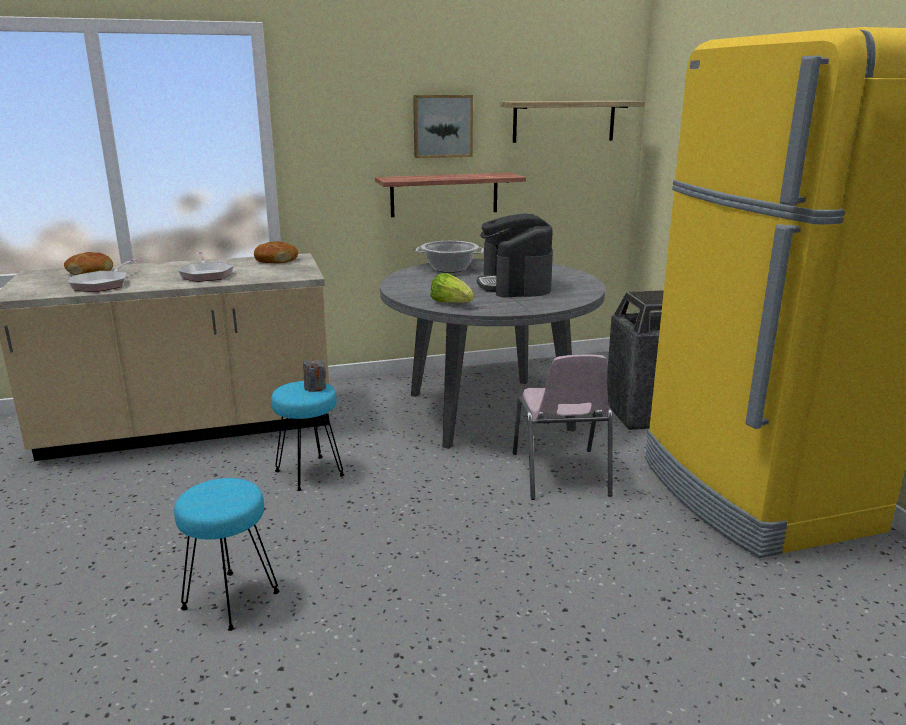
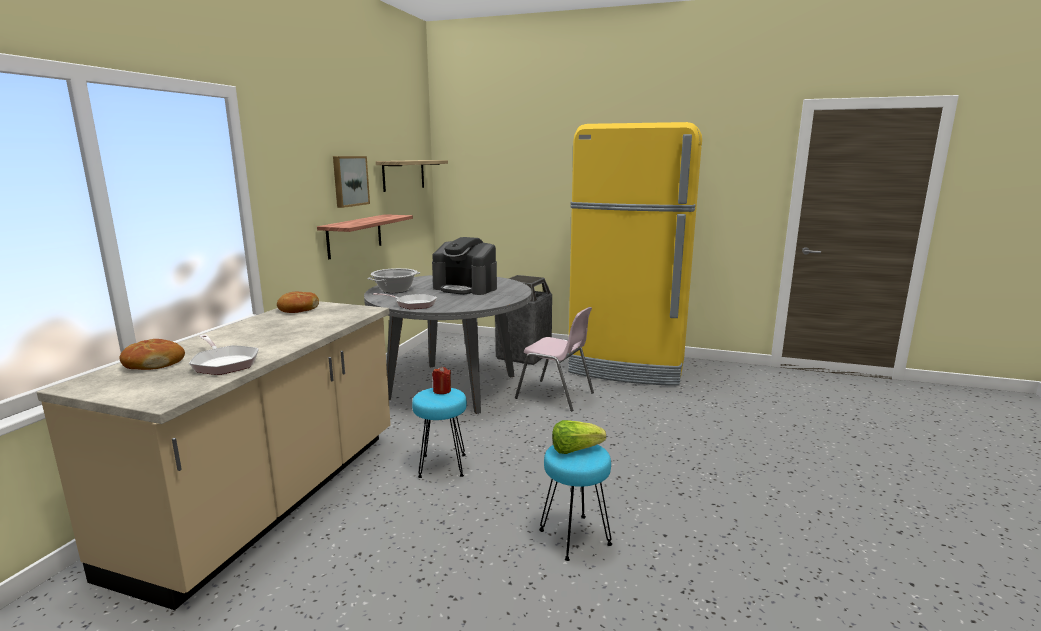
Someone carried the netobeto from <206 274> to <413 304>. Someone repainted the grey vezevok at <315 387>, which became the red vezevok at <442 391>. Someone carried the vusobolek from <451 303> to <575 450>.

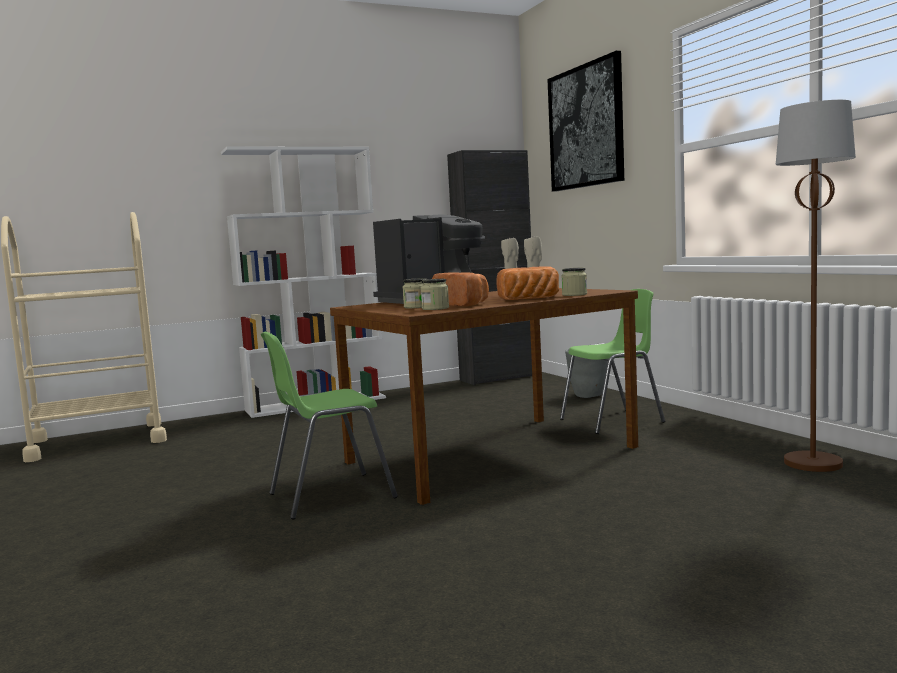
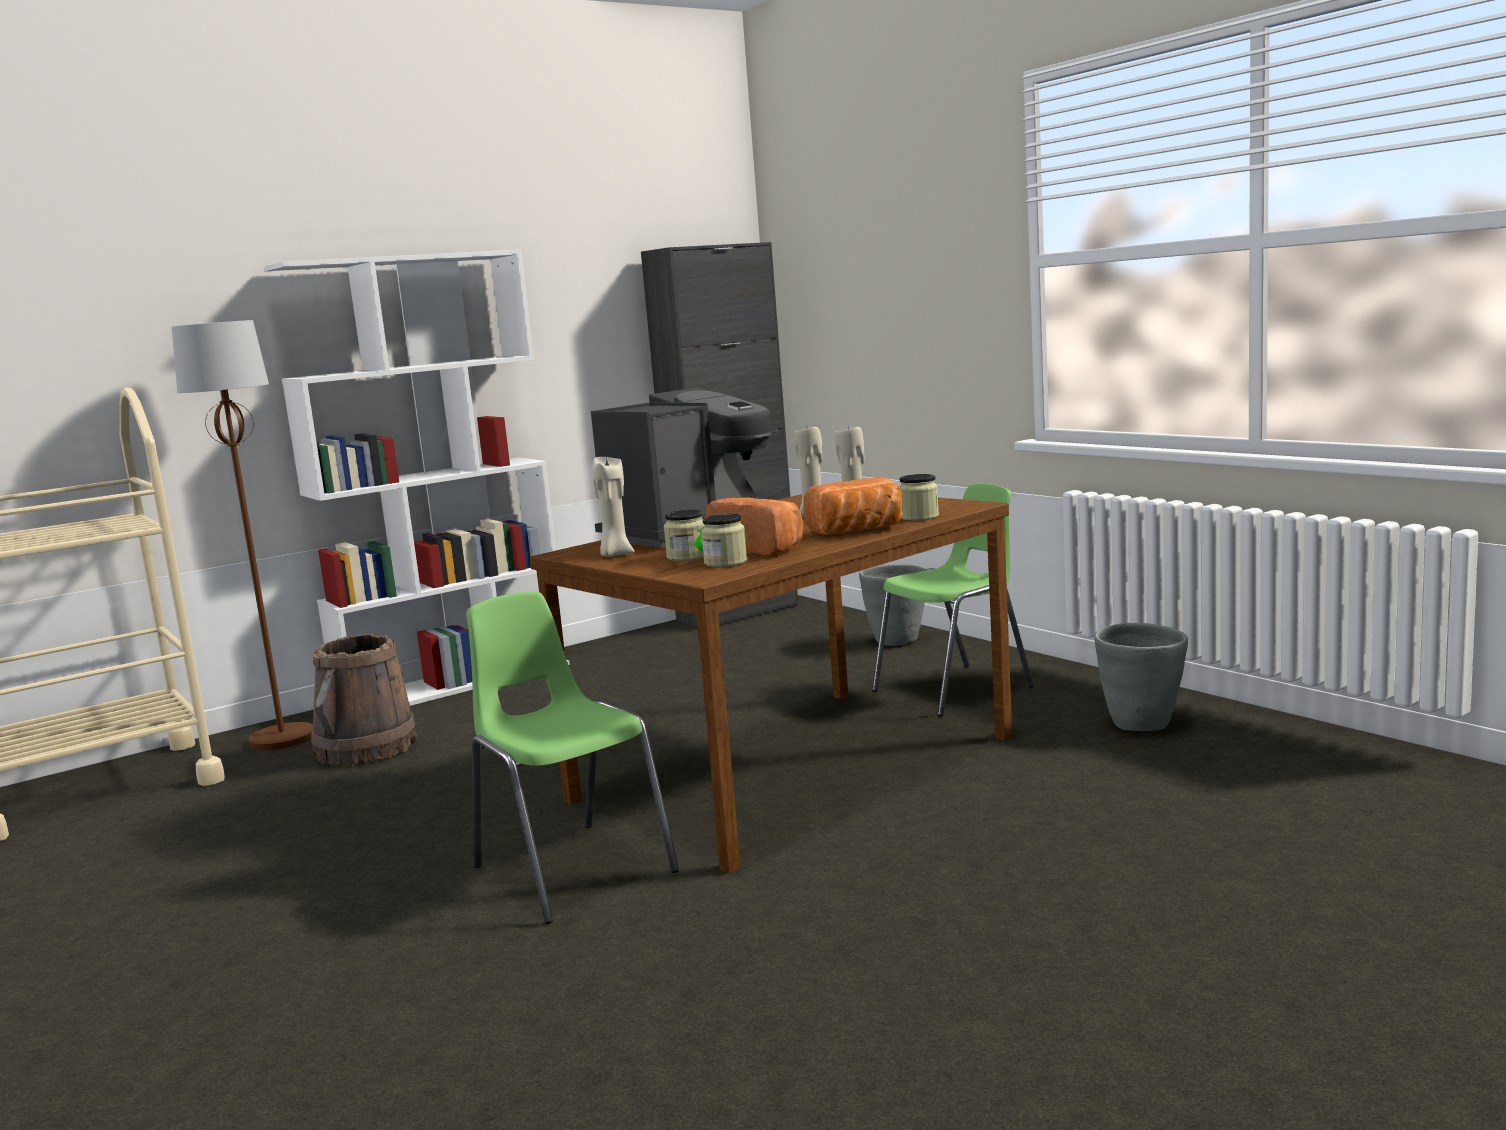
Someone rotated the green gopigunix at <330 496> by 90 degrees clockwise. Someone took away the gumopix at <586 126>. Someone carried the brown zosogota from <813 463> to <282 739>. Someone put down the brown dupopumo at <365 749>. Someone put down the beige vezevok at <615 555>. Someone put down the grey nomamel at <1142 725>.

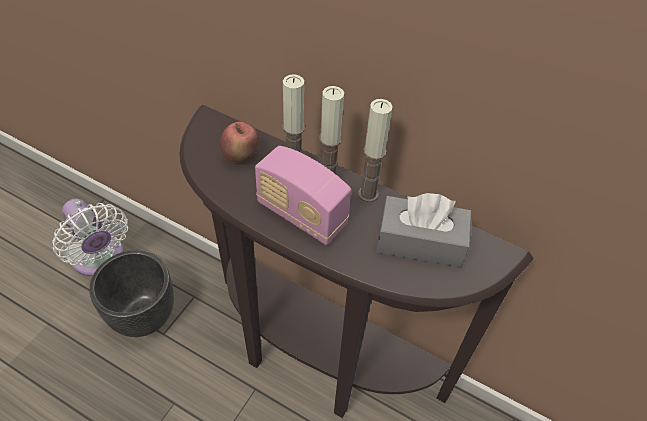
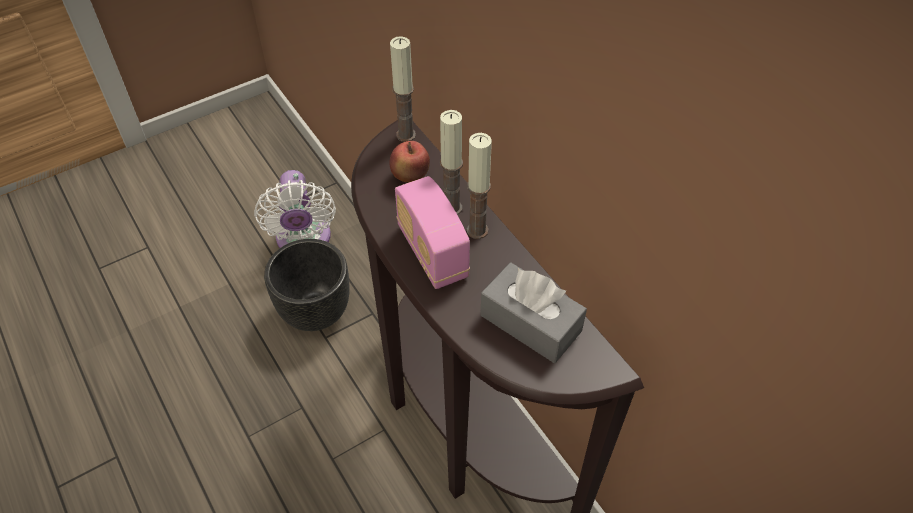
Someone carried the vezevok from <368 194> to <406 135>.

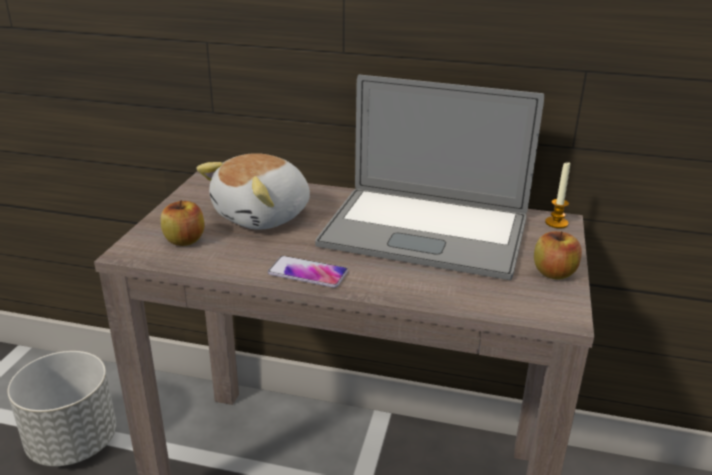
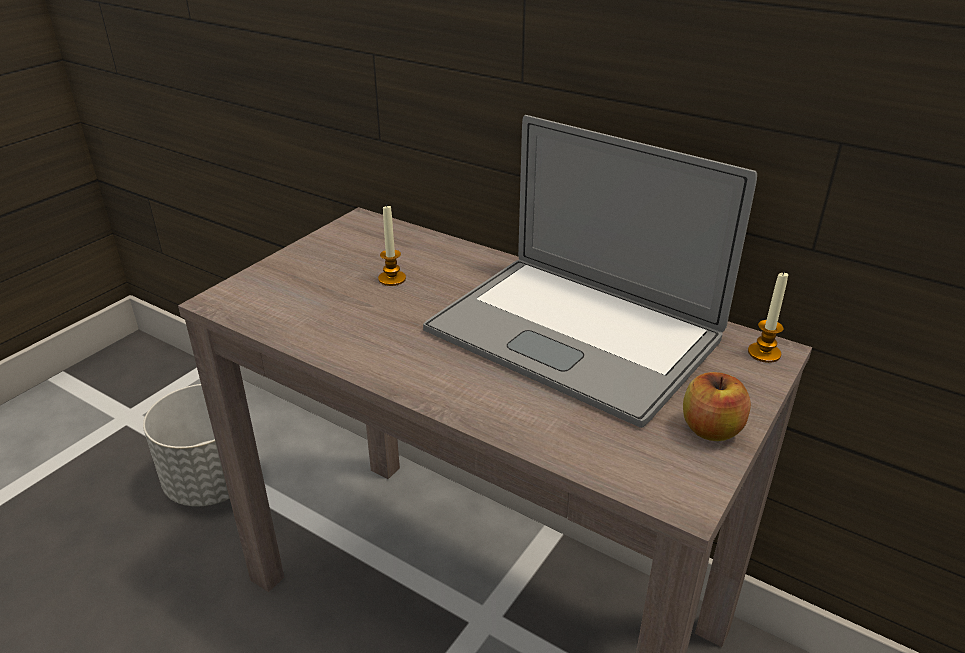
Someone took away the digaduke at <184 240>. Someone swapped the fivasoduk at <264 216> for the vezevok at <392 279>. Someone took away the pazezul at <308 273>.

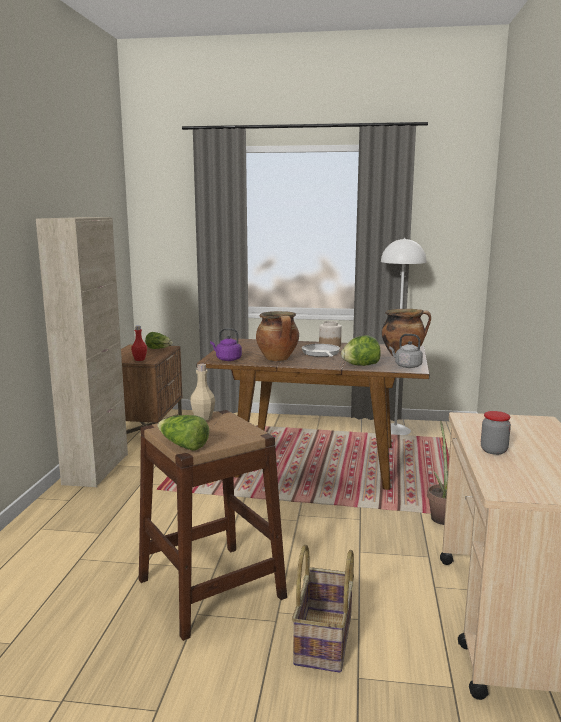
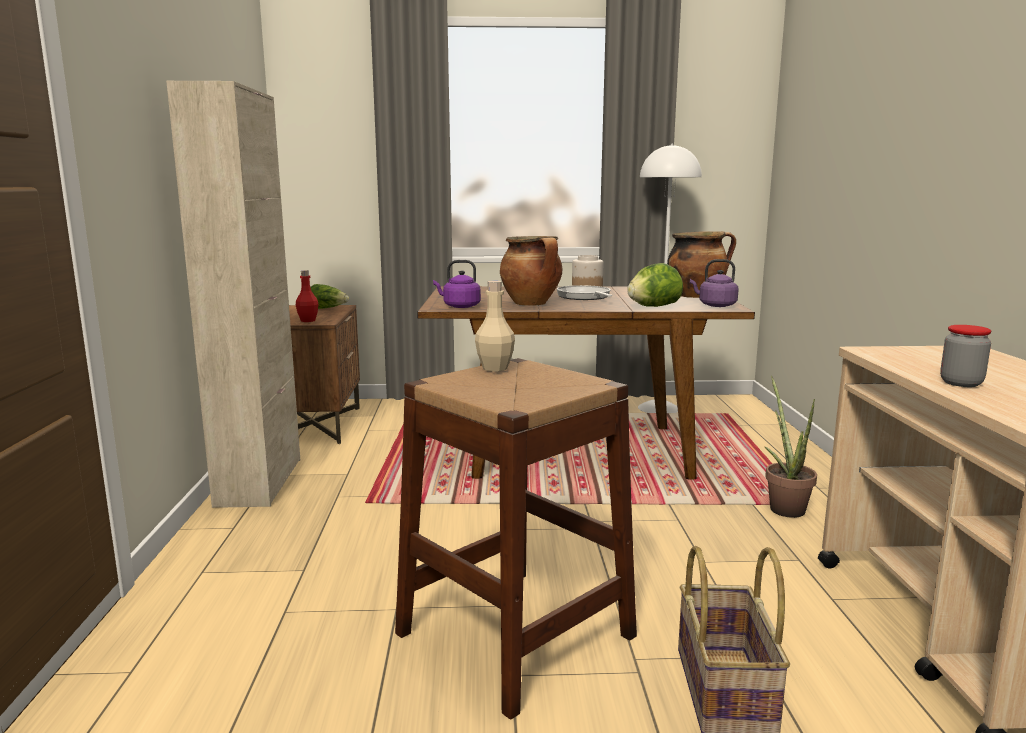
Someone took away the vusobolek at <183 446>. Someone repainted the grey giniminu at <406 366>, which became the purple giniminu at <715 305>.

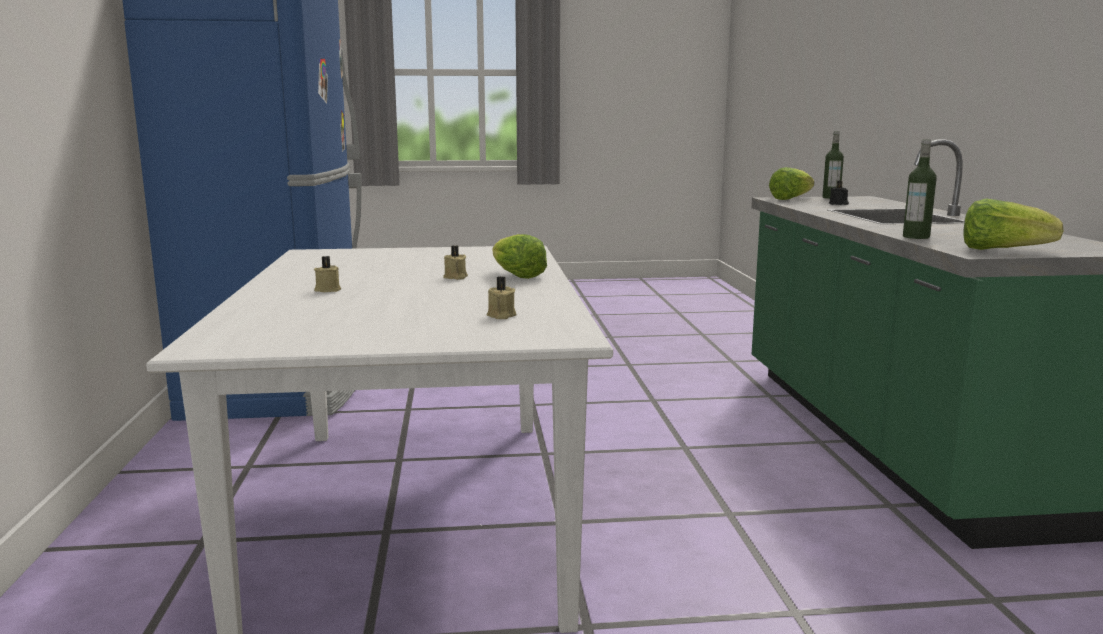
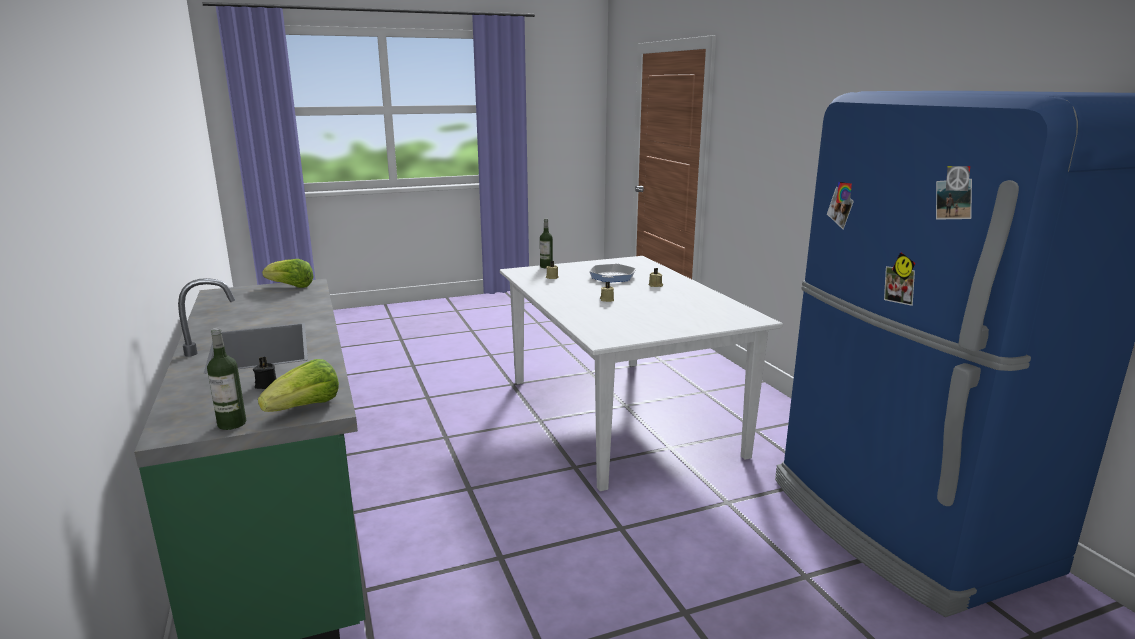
Someone took away the vusobolek at <516 276>. Someone carried the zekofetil from <916 237> to <546 266>. Someone put down the netobeto at <612 277>.

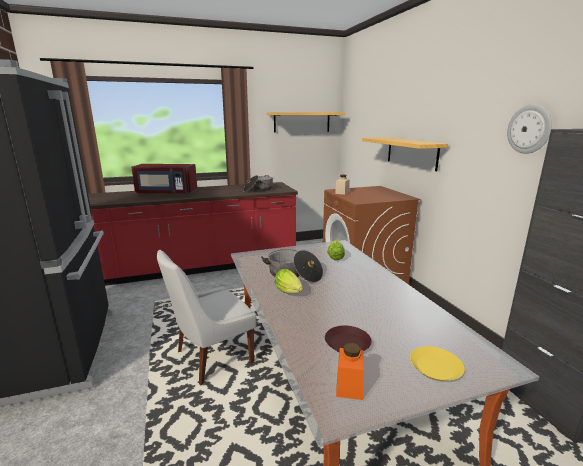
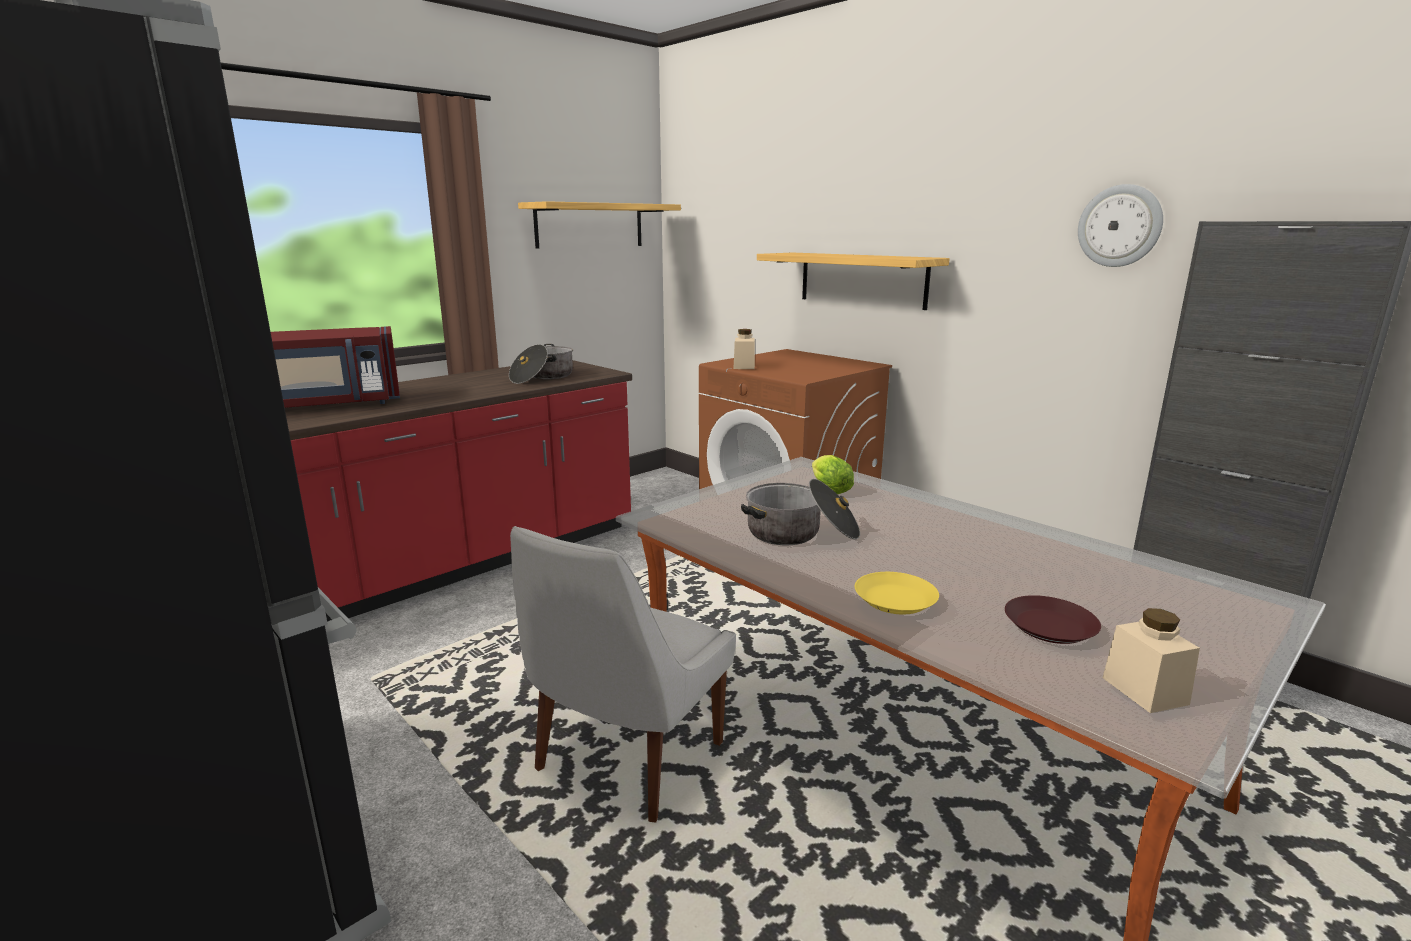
Someone took away the vusobolek at <290 292>. Someone repainted the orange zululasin at <349 386>, which became the beige zululasin at <1144 691>. Someone carried the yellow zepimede from <436 368> to <896 600>.

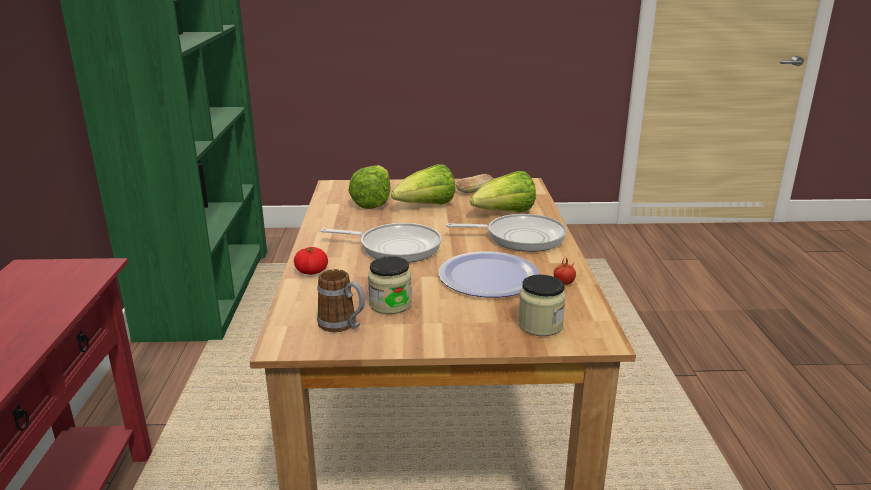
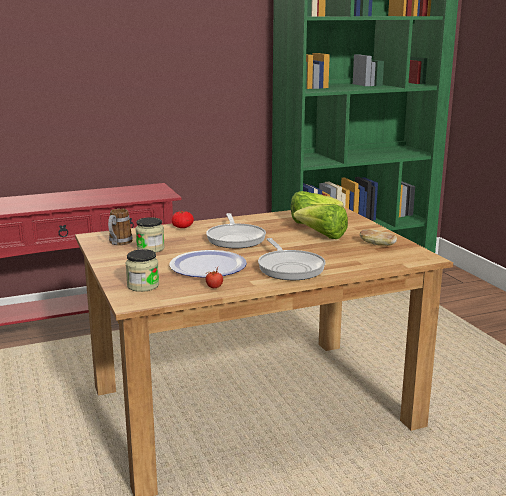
Someone took away the vusobolek at <504 214>.

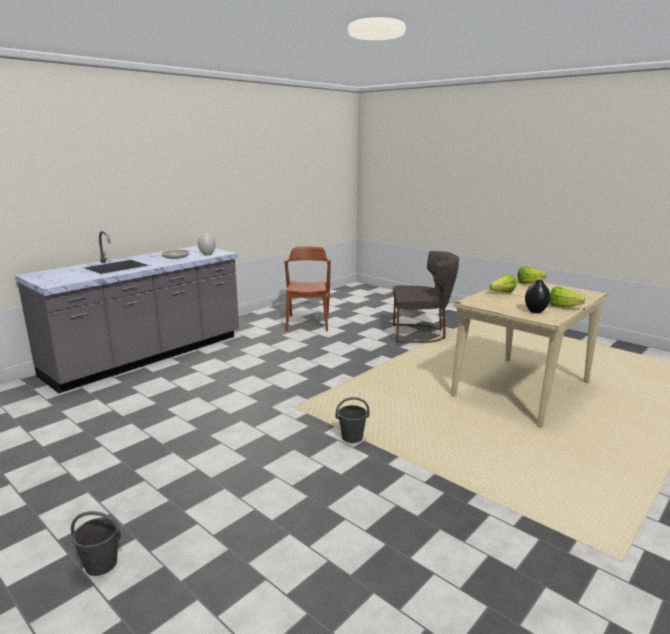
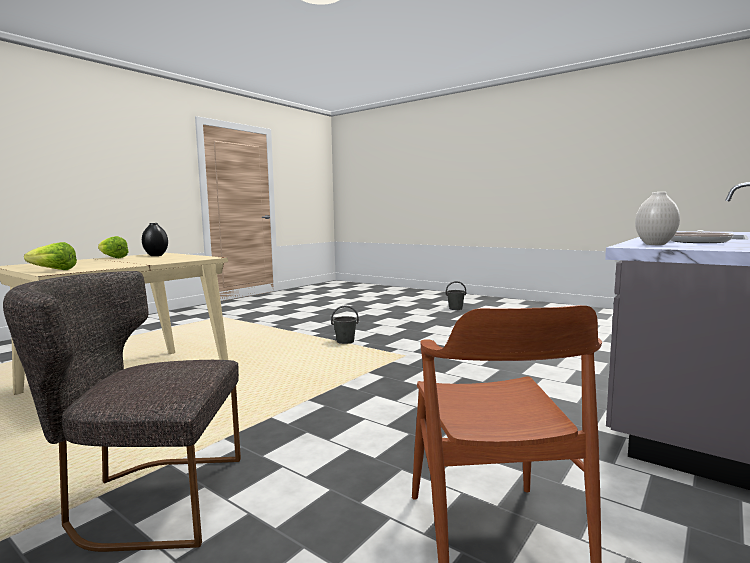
Someone took away the vusobolek at <500 293>.

